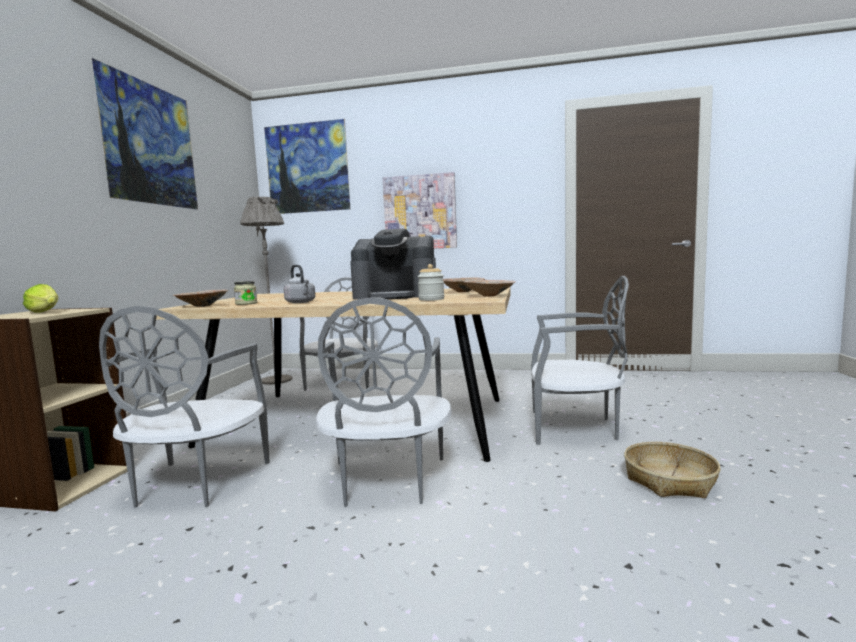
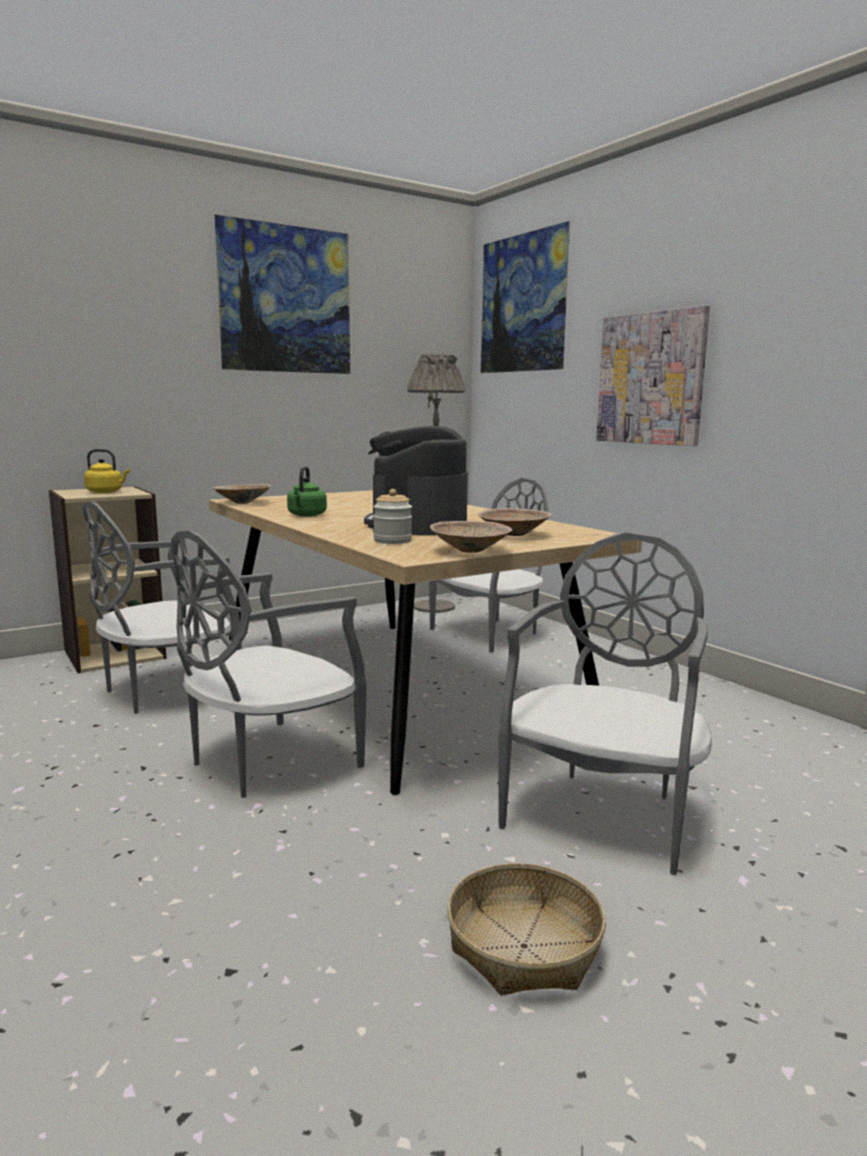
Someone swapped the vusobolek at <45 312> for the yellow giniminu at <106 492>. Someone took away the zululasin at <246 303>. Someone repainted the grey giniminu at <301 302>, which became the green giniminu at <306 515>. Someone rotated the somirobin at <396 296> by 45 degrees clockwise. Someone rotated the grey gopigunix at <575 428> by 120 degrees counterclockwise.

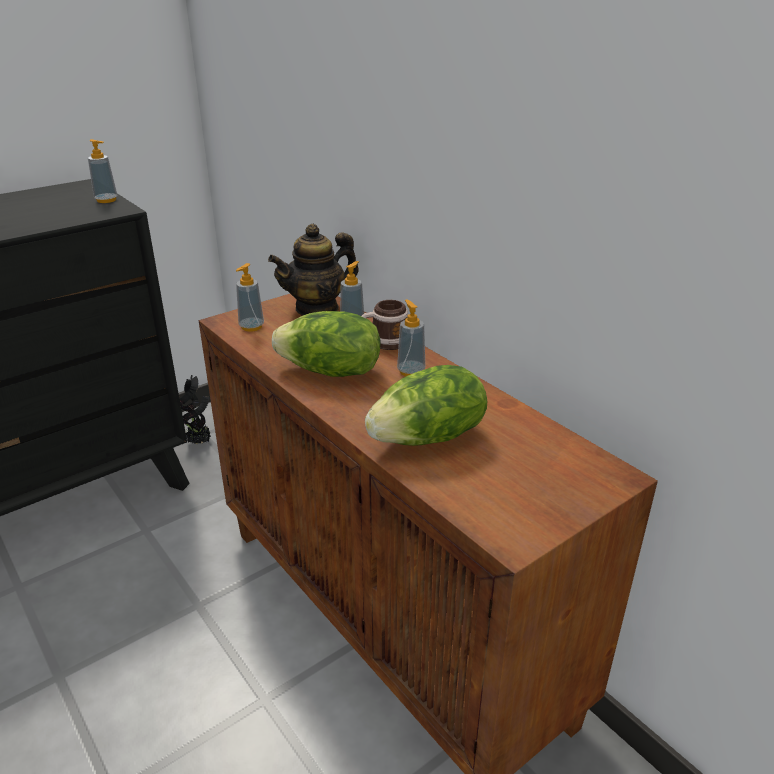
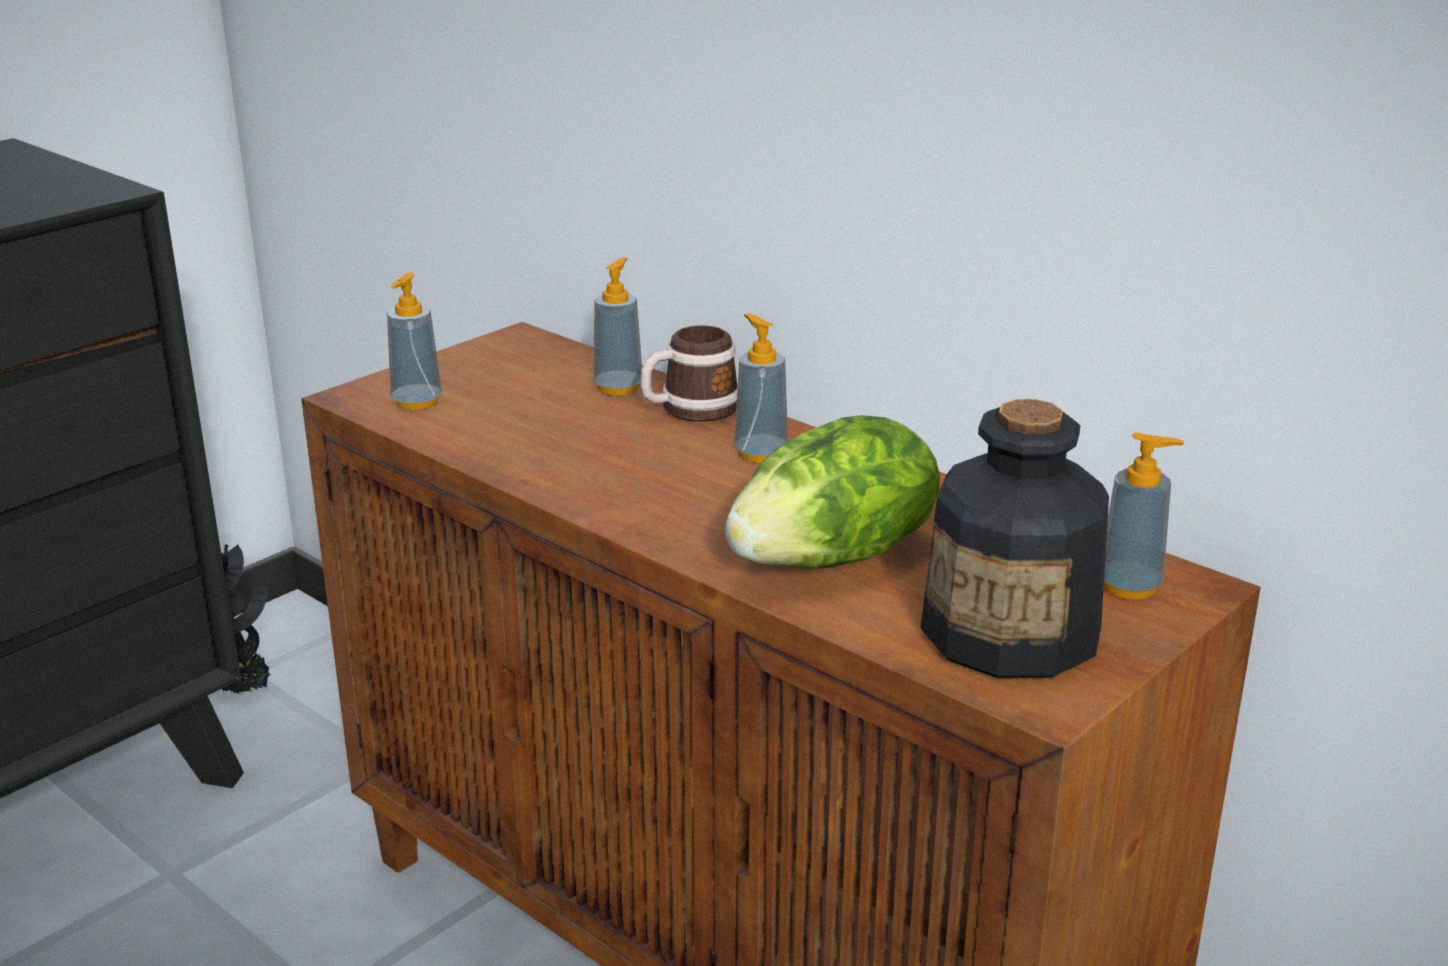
Someone carried the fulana from <106 200> to <1129 586>. Someone took away the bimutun at <317 308>. Someone took away the vusobolek at <330 372>. Someone put down the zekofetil at <1012 634>.

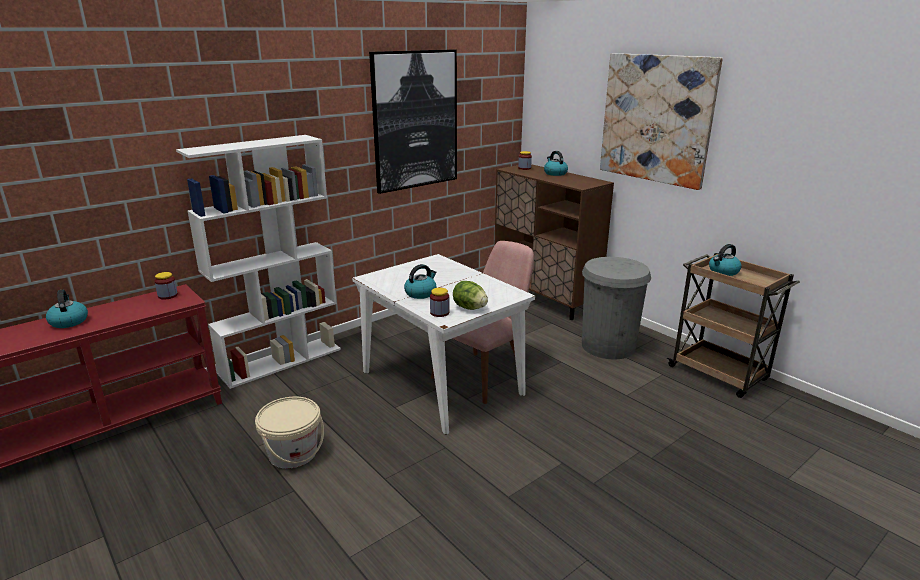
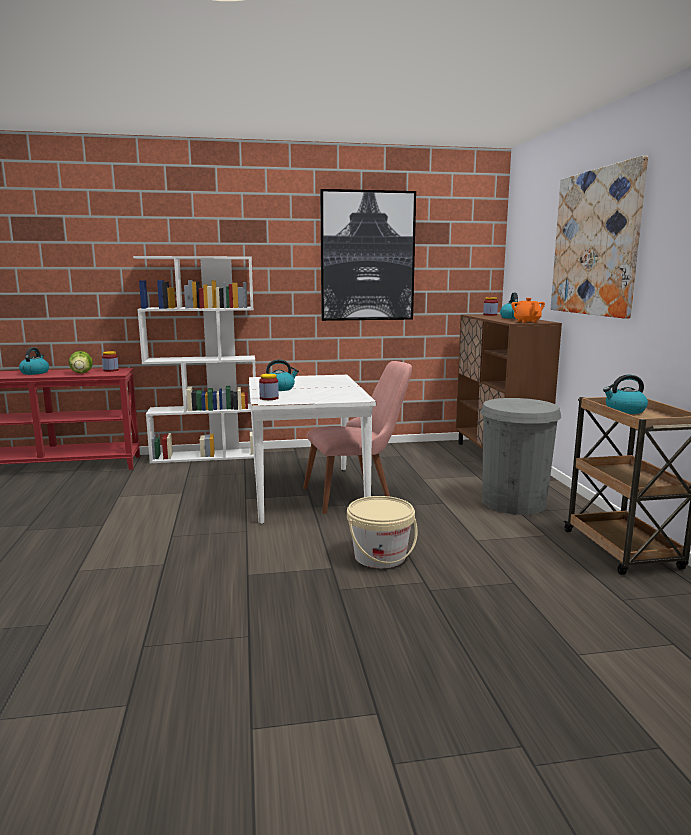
Someone carried the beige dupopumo from <293 453> to <380 556>. Someone carried the vusobolek from <470 308> to <81 373>. Someone put down the orange bimutun at <527 321>.

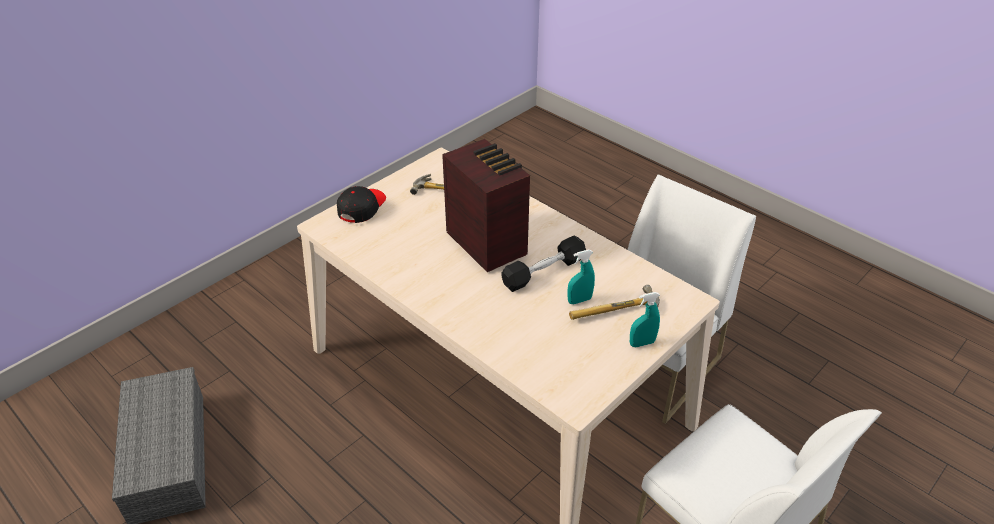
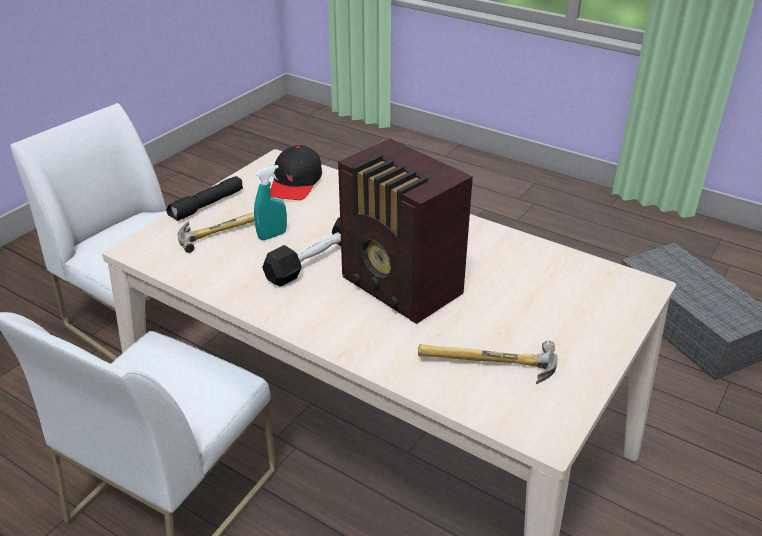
Someone carried the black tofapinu from <361 208> to <296 183>. Someone swapped the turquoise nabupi at <642 343> for the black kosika at <207 206>.

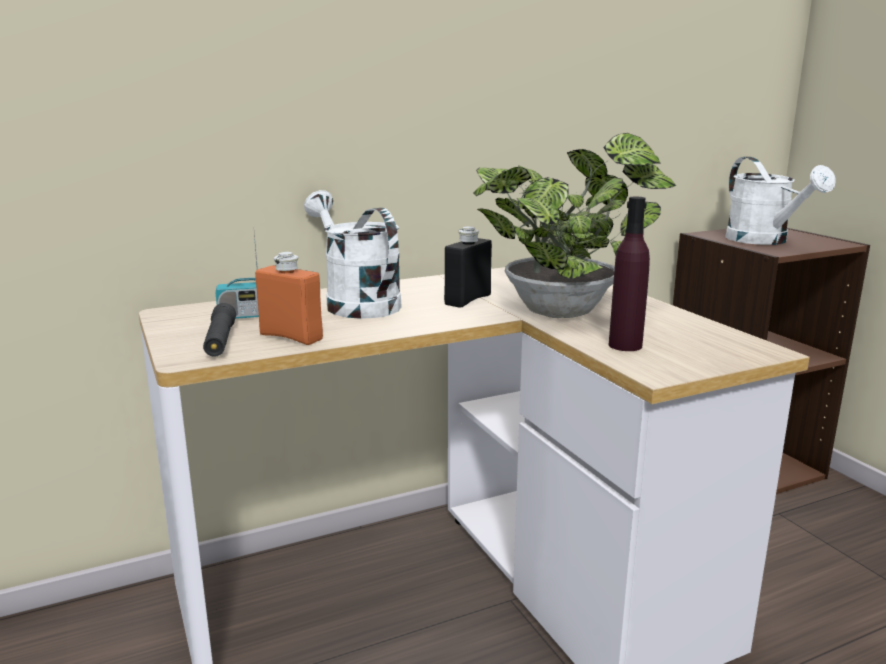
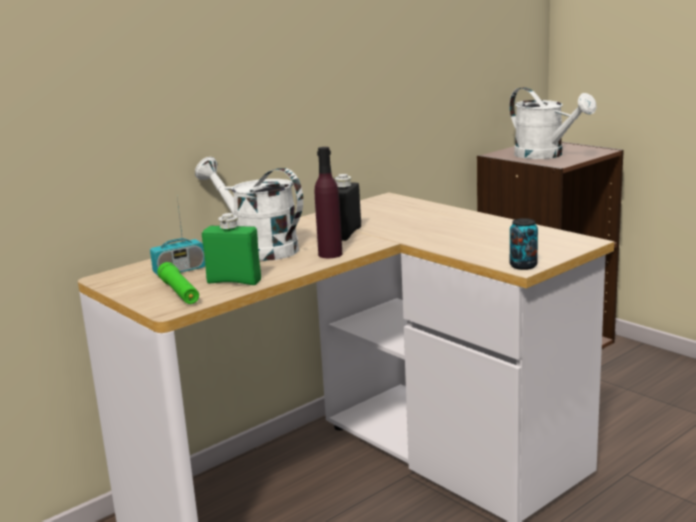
Someone repainted the black kosika at <220 340>, which became the green kosika at <179 292>. Someone repainted the orange zekofetil at <291 337>, which became the green zekofetil at <234 281>. Someone took away the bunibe at <567 311>. Someone carried the purple zekofetil from <625 345> to <330 254>. Someone put down the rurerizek at <523 266>.

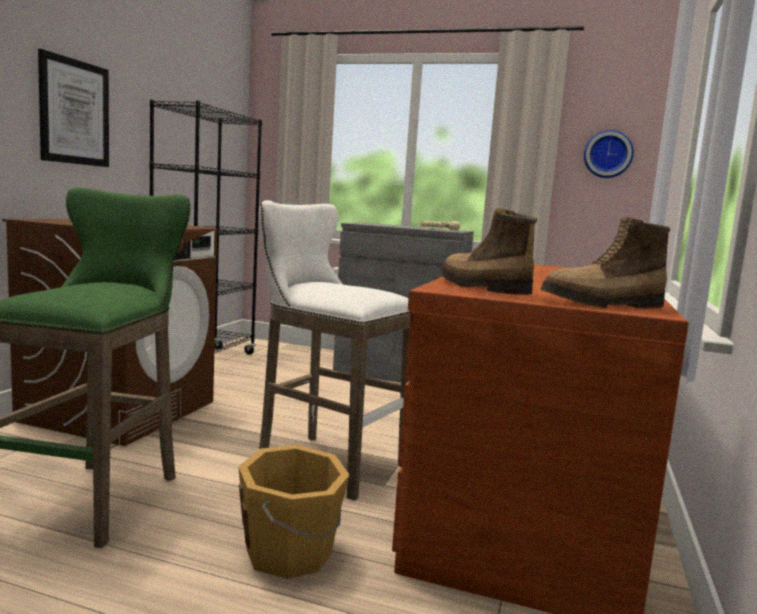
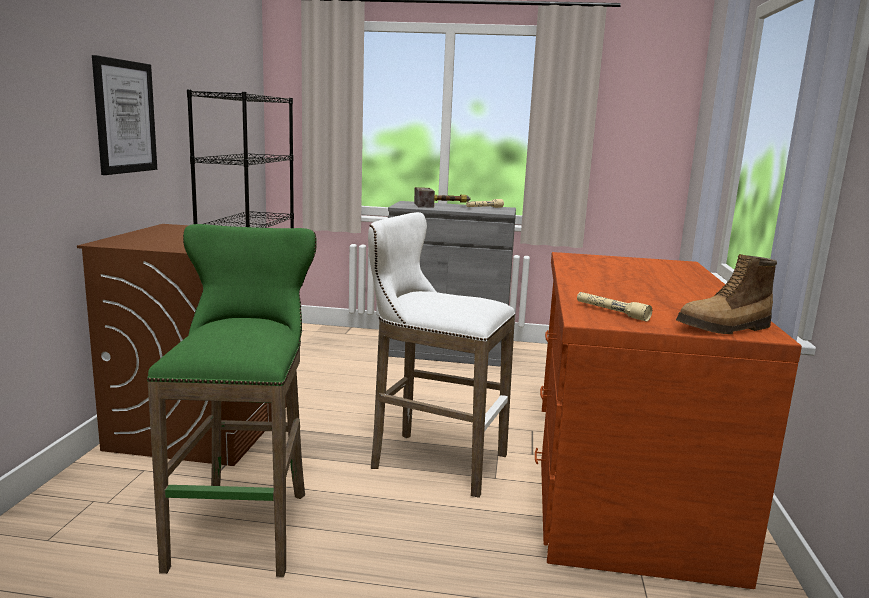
Someone took away the orange dupopumo at <291 553>. Someone swapped the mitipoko at <481 287> for the beige kosika at <611 312>. Someone took away the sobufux at <608 154>. Someone put down the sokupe at <443 206>.

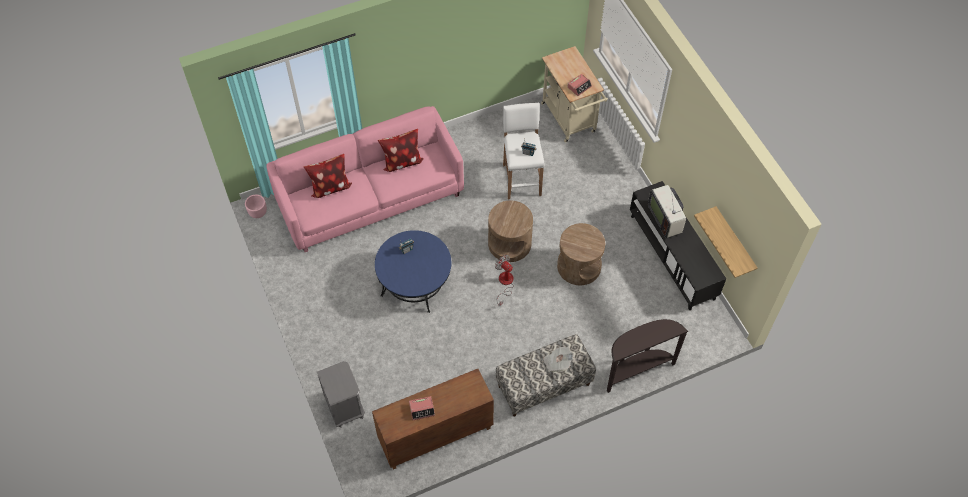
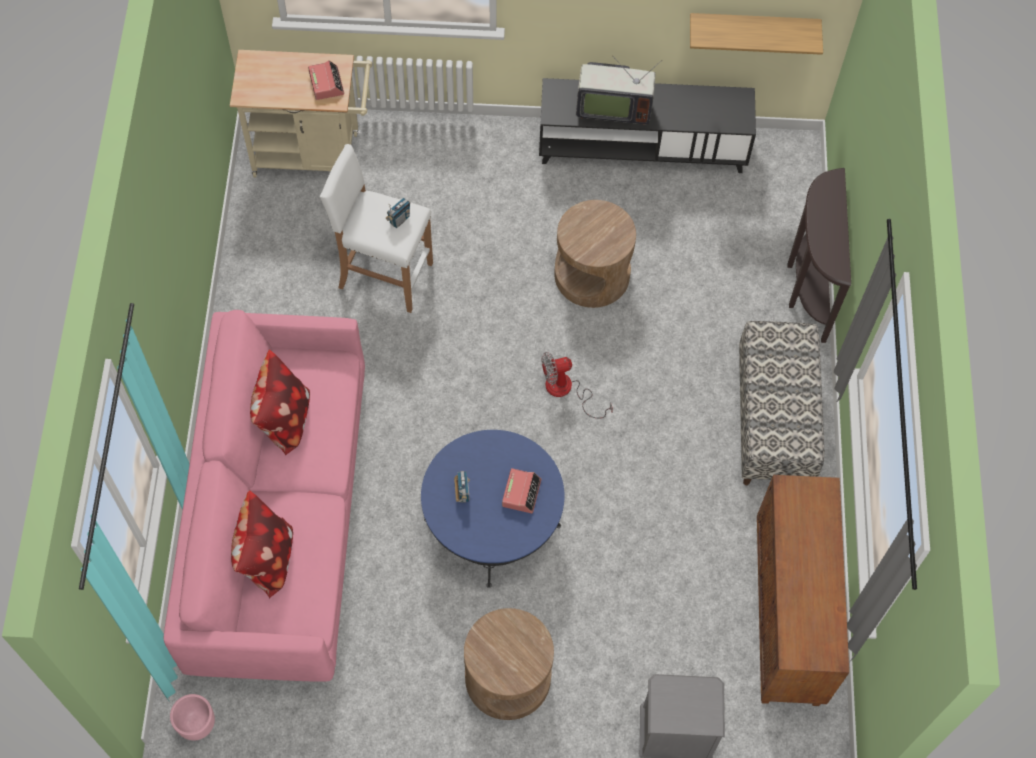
Someone carried the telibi from <422 409> to <521 493>. Someone carried the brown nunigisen from <509 243> to <507 678>. Someone took away the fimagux at <557 362>.

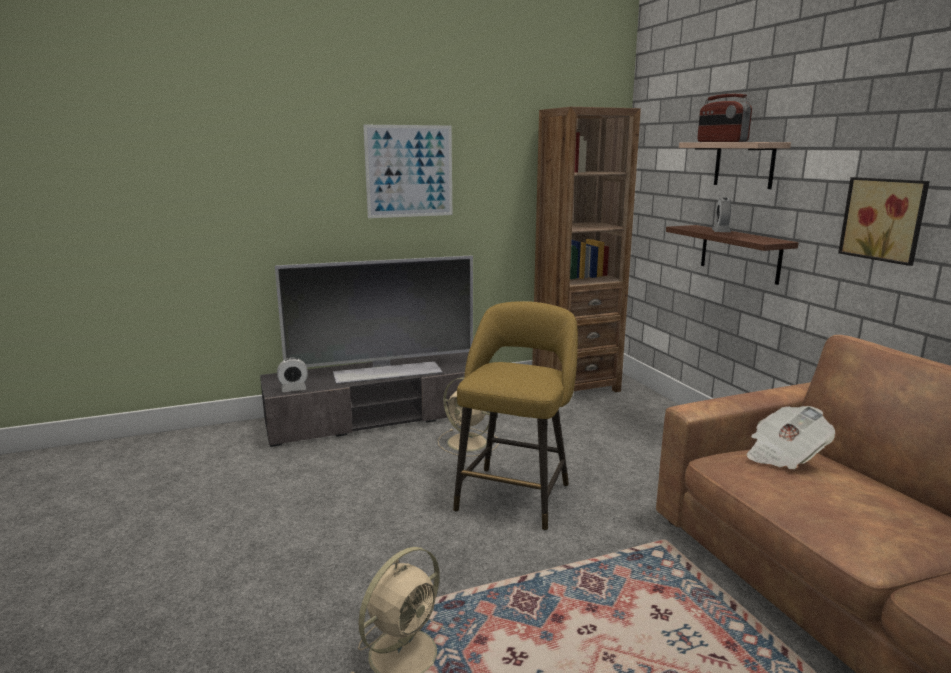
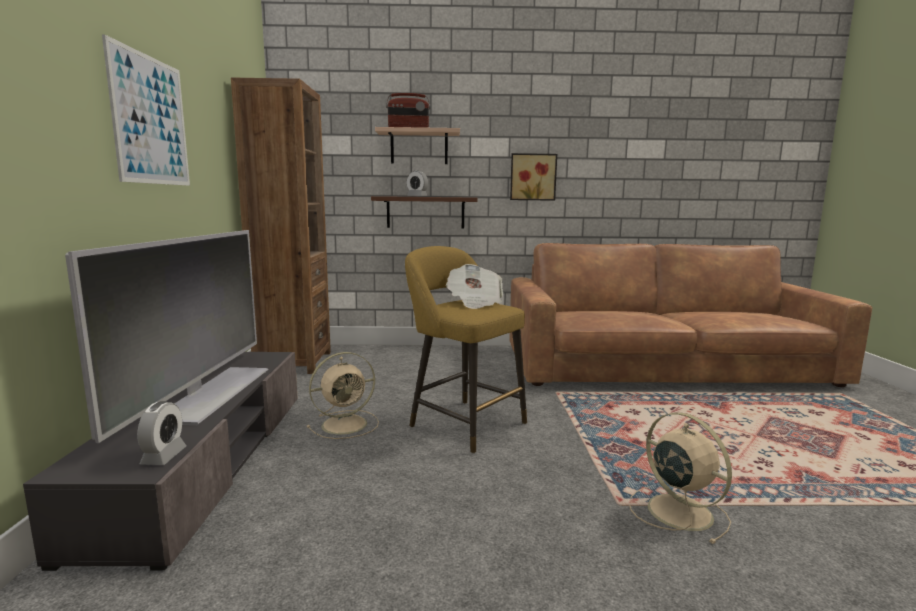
Someone carried the fimagux from <784 455> to <474 302>.

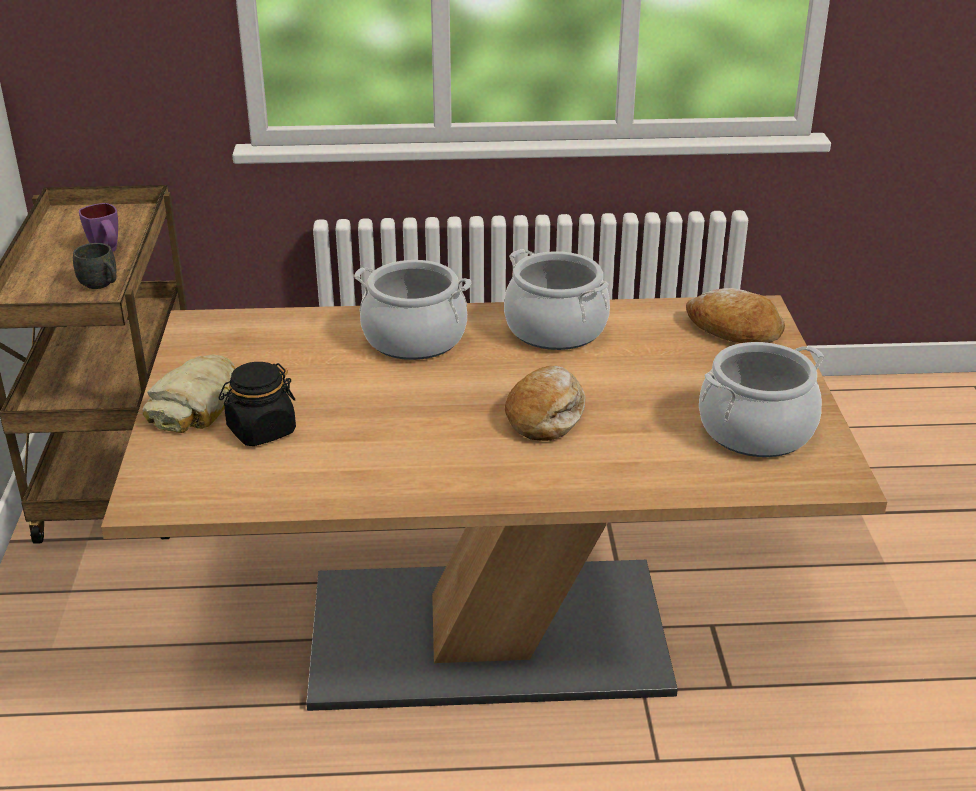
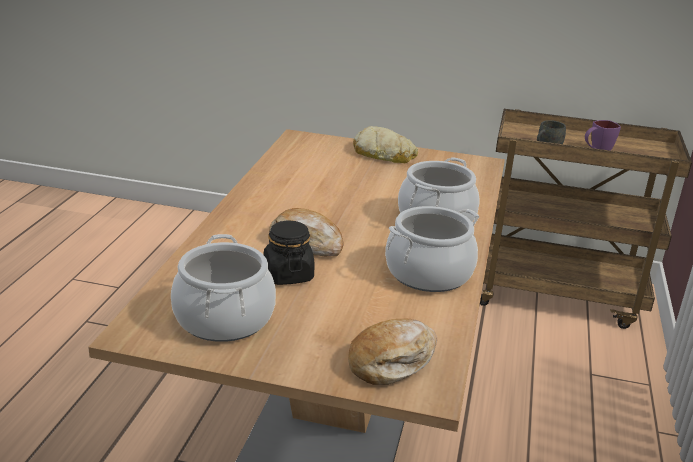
Someone carried the black zululasin from <261 430> to <288 275>.

